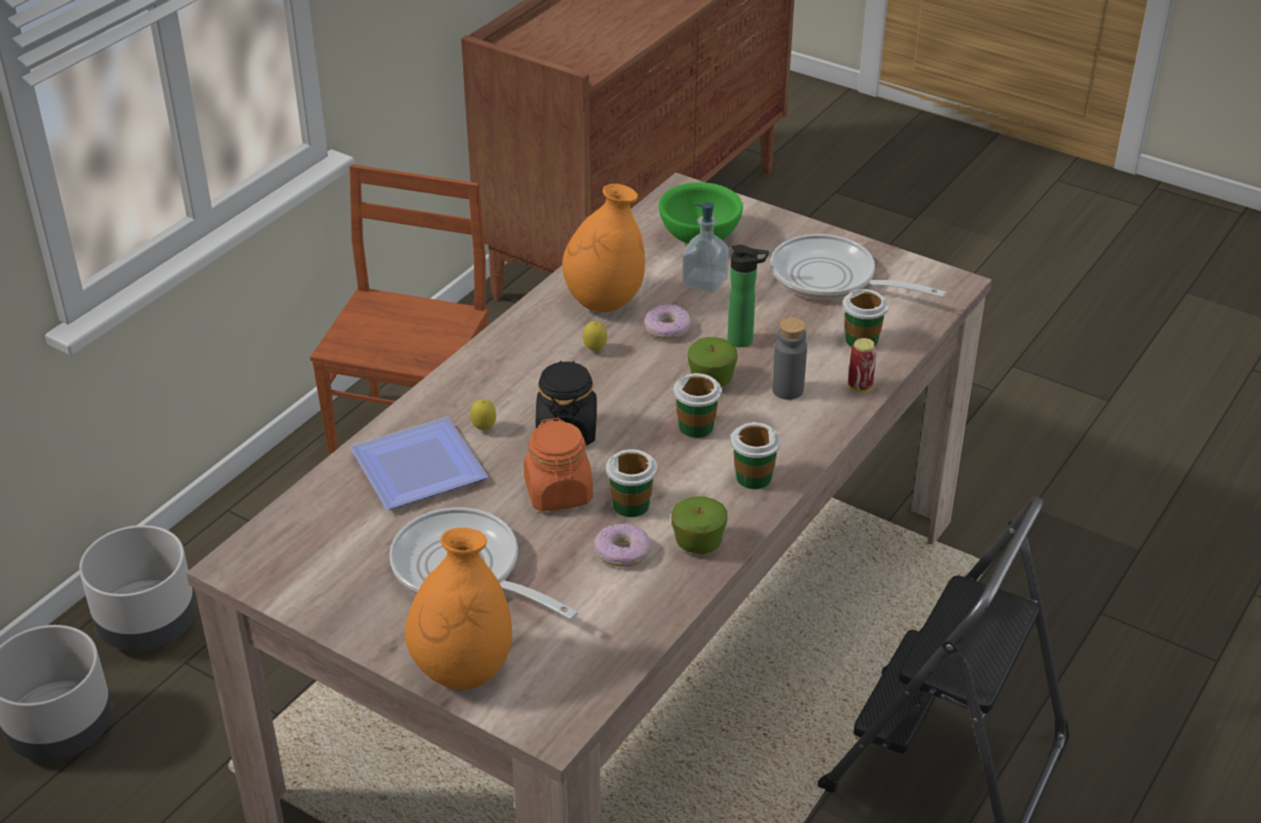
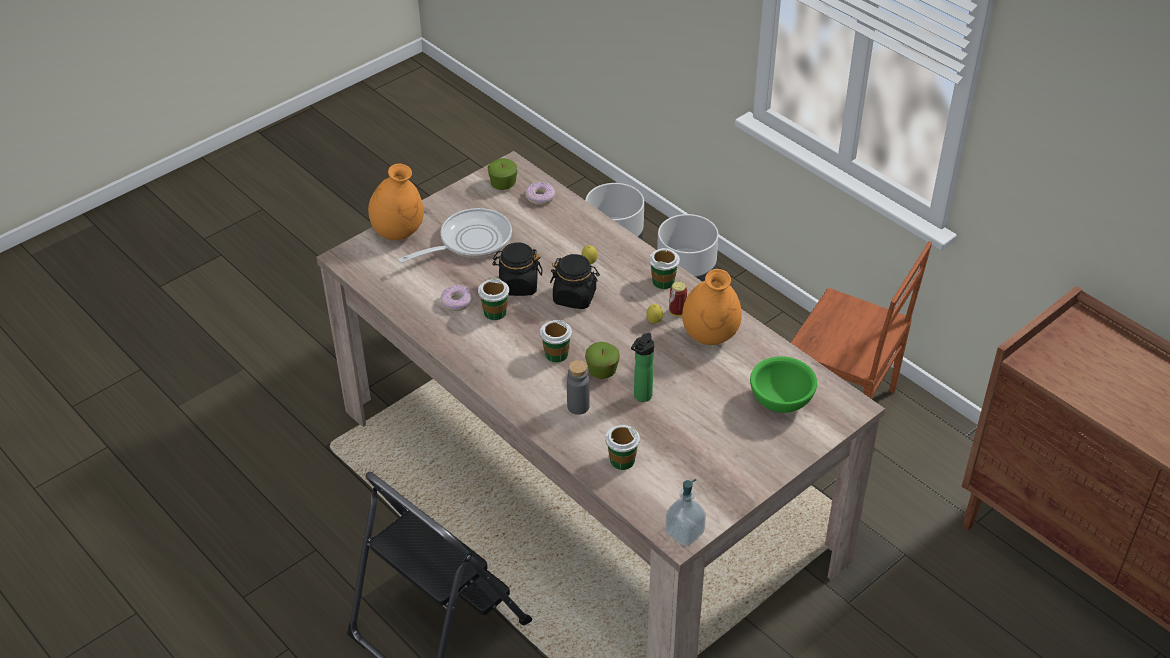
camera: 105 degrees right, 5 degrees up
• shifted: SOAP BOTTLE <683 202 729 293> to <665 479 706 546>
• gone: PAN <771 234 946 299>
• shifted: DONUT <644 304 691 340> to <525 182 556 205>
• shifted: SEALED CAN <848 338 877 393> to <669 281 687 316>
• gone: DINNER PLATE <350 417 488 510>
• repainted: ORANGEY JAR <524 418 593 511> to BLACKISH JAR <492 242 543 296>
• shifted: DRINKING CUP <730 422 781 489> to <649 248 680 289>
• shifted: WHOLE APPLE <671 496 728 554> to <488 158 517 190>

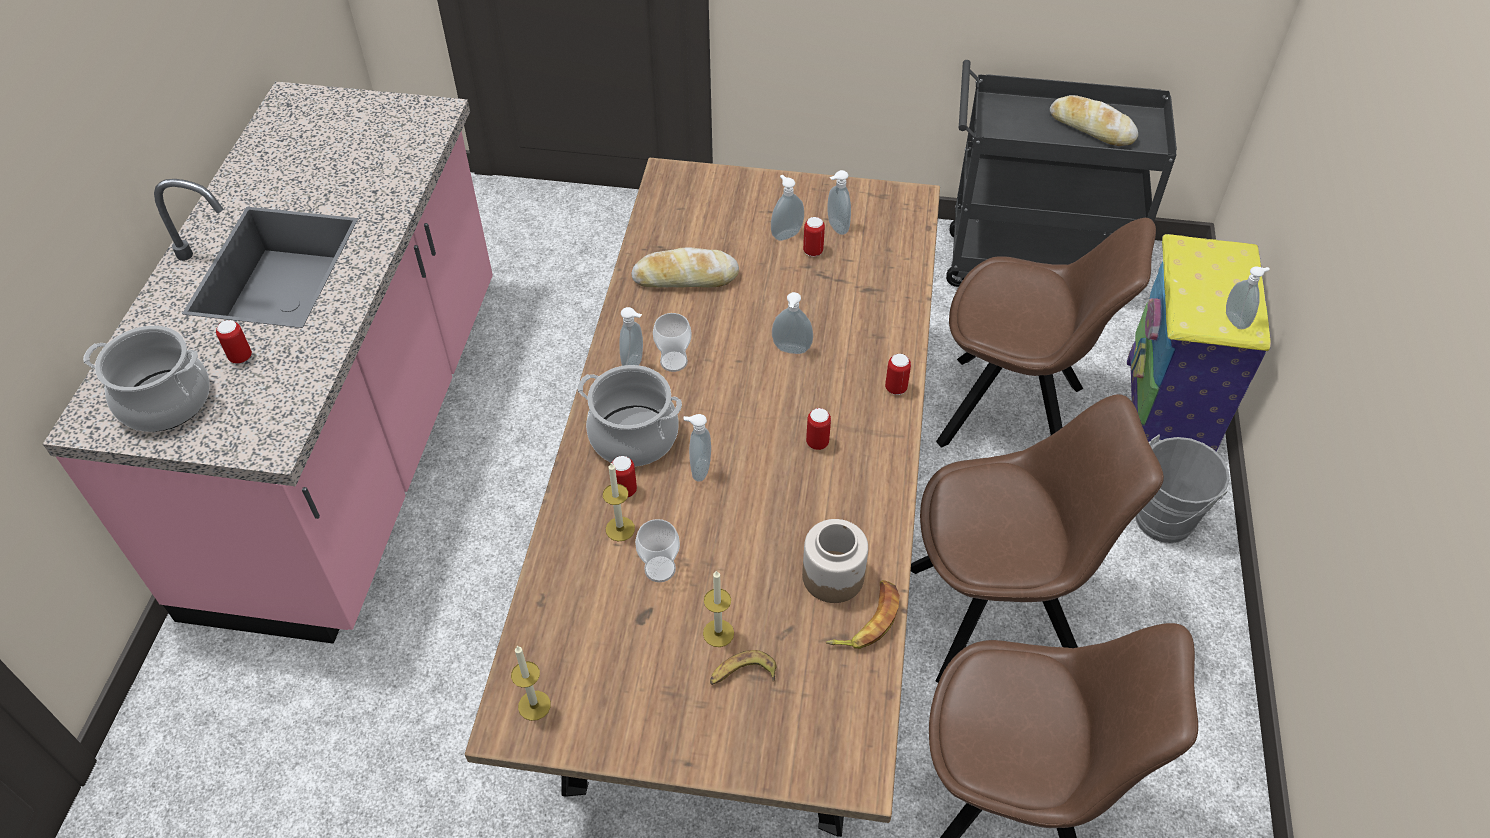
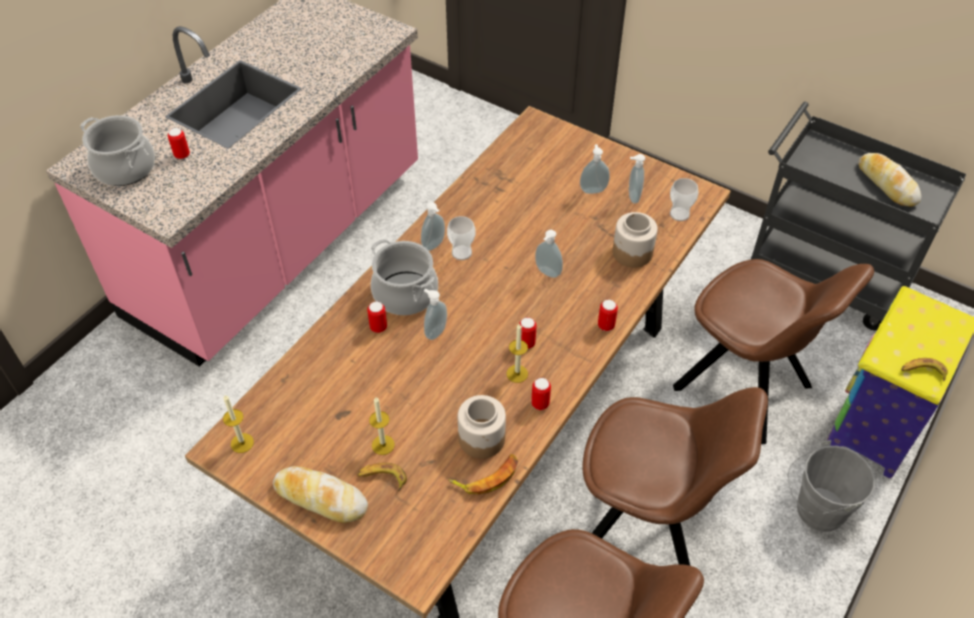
camera: 25 degrees right, 0 degrees up
• shifted: SEALED CAN <803 217 825 257> to <531 378 551 410>
• shifted: BREAD <631 248 739 288> to <273 466 368 523>
• swapped: SOAP BOTTLE <1226 267 1270 329> to BANANA <901 358 948 381>
• shifted: WAX CANDLE <603 463 635 541> to <507 324 528 383>
• shifted: DRINKING CUP <635 519 680 582> to <670 178 699 221>
• new: JAR <613 212 658 268>

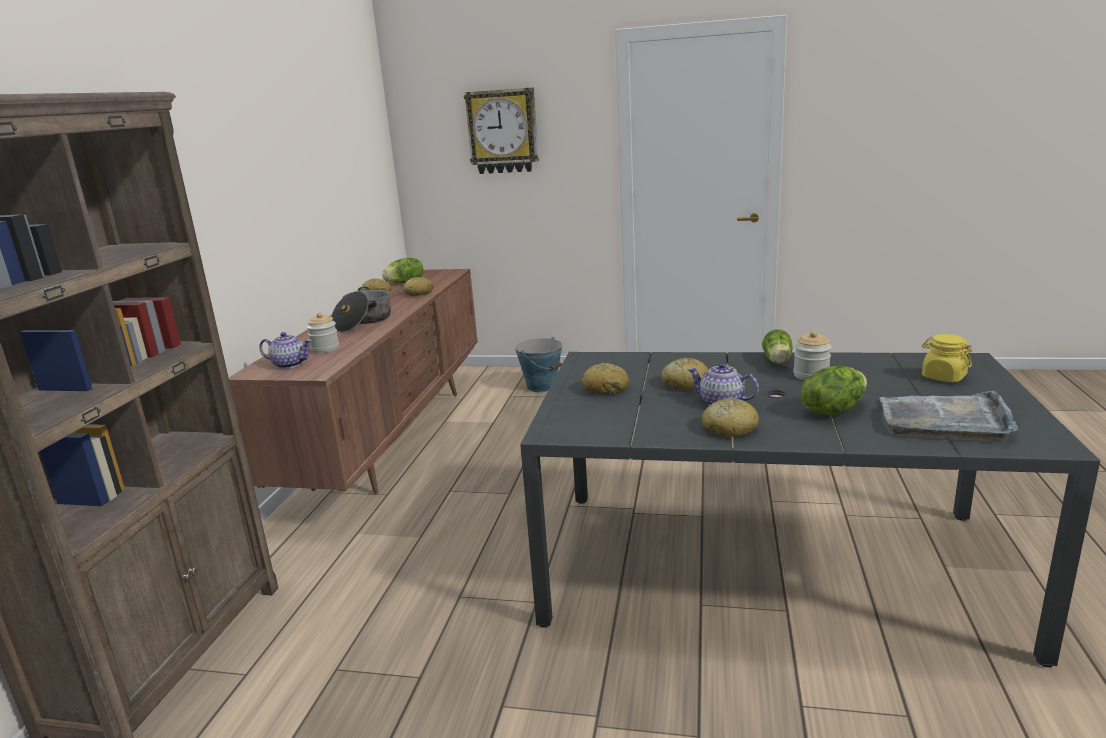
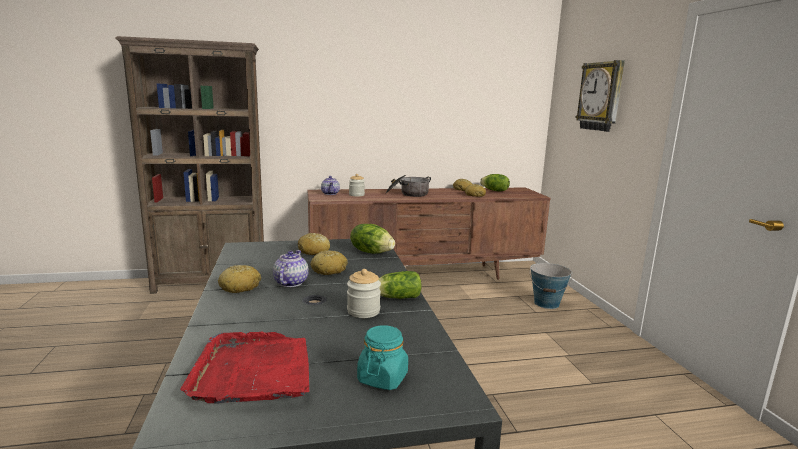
camera: 65 degrees right, 5 degrees down
• repainted: YELLOW-COLOURED JAR <922 334 972 382> to BLUE-GREEN JAR <357 325 408 390>
• shifted: LETTUCE <800 366 867 415> to <350 224 395 254>
• repainted: GRAY SERVING TRAY <879 391 1018 440> to RED-COLOURED SERVING TRAY <180 331 309 404>

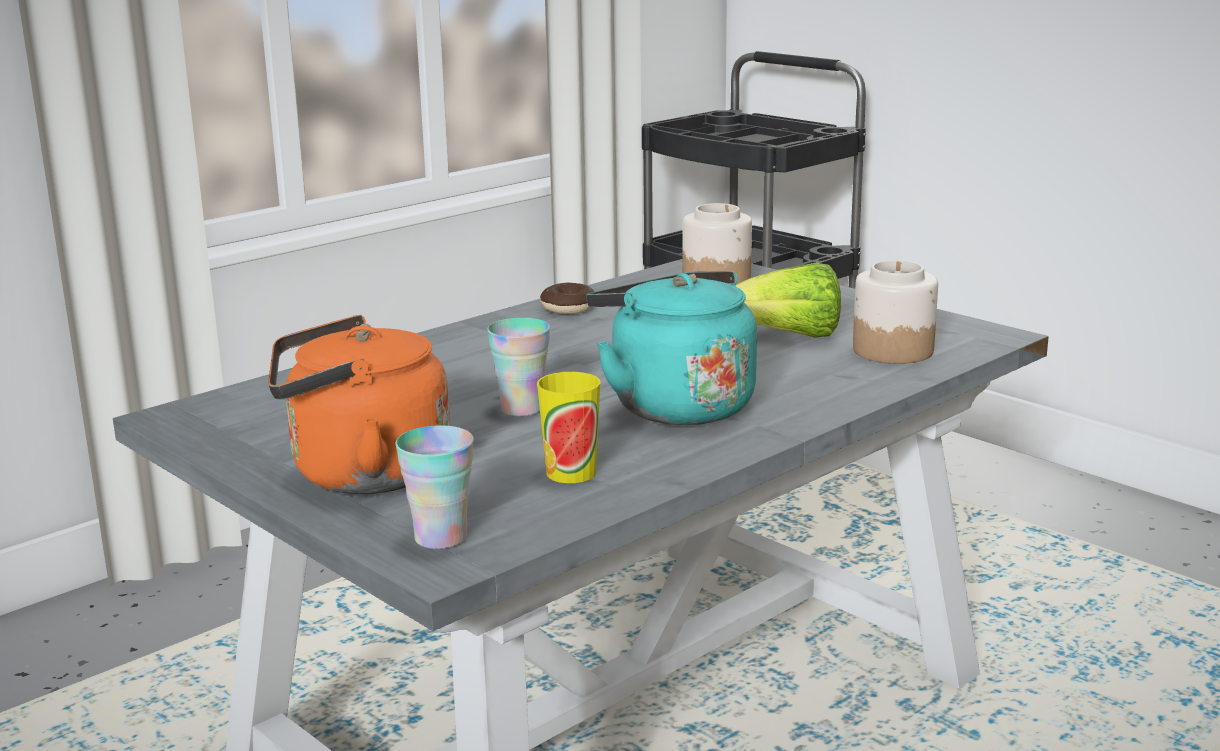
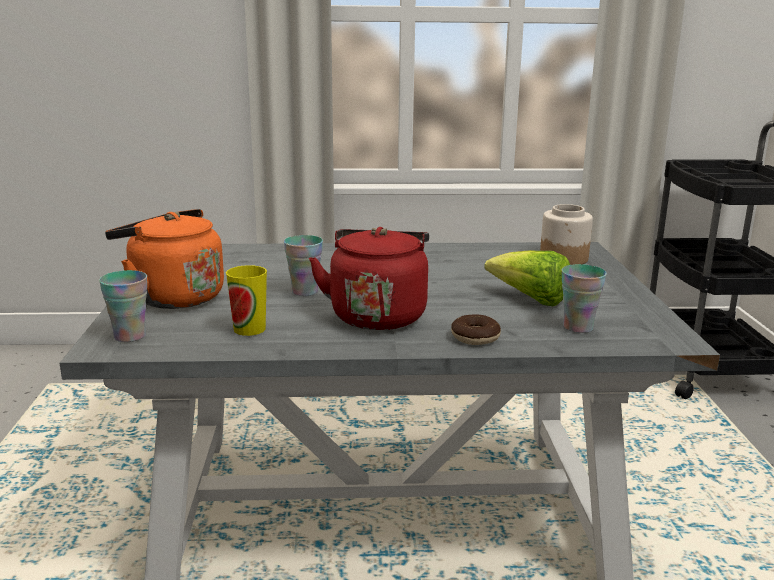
camera: 40 degrees right, 0 degrees up
• swapped: JAR <853 260 938 364> to DRINKING CUP <562 264 607 333>
• repainted: BLUE-GREEN WATER KETTLE <587 271 757 425> to RED-COLOURED WATER KETTLE <309 227 429 330>
• shifted: DONUT <540 283 595 314> to <451 314 501 345>

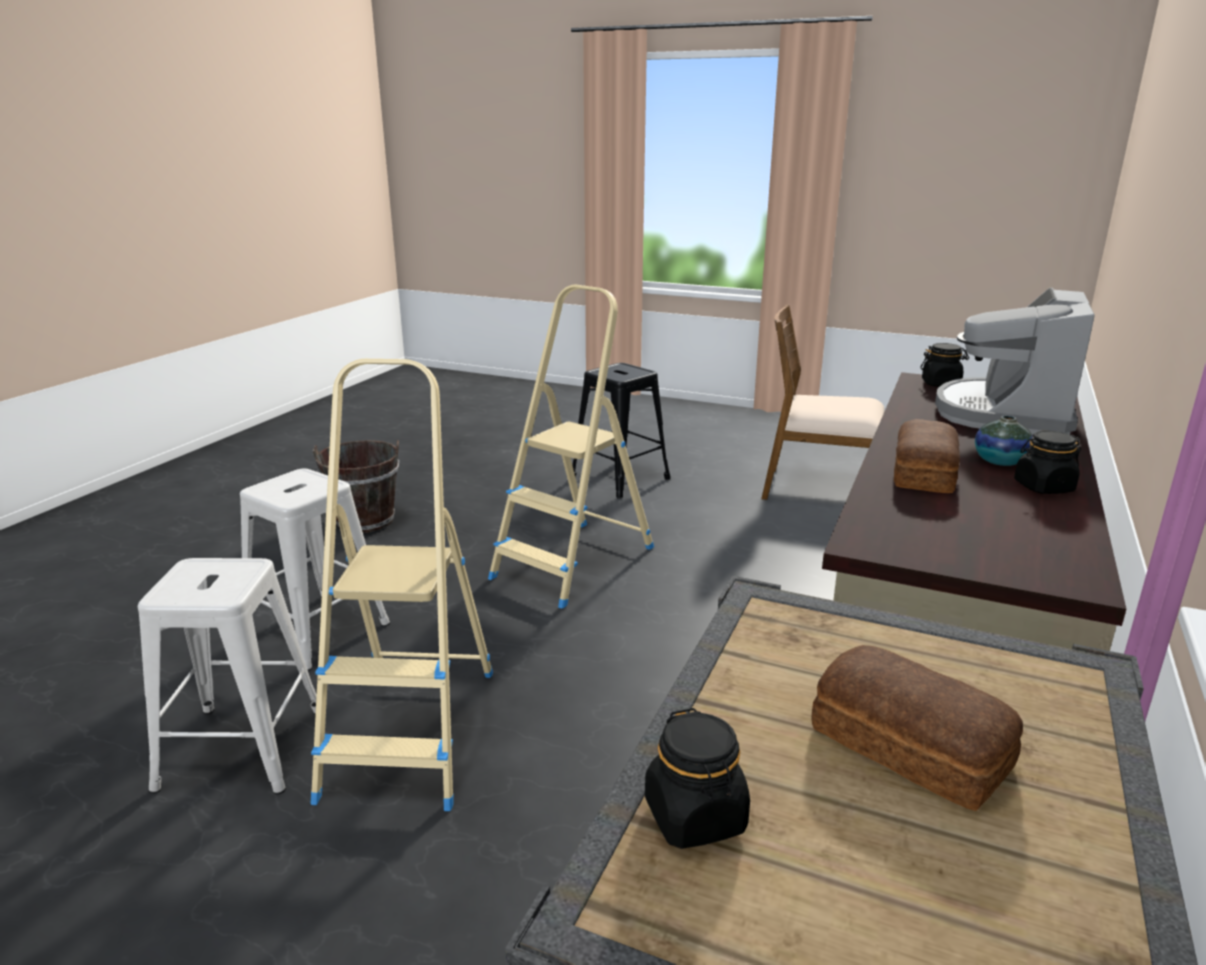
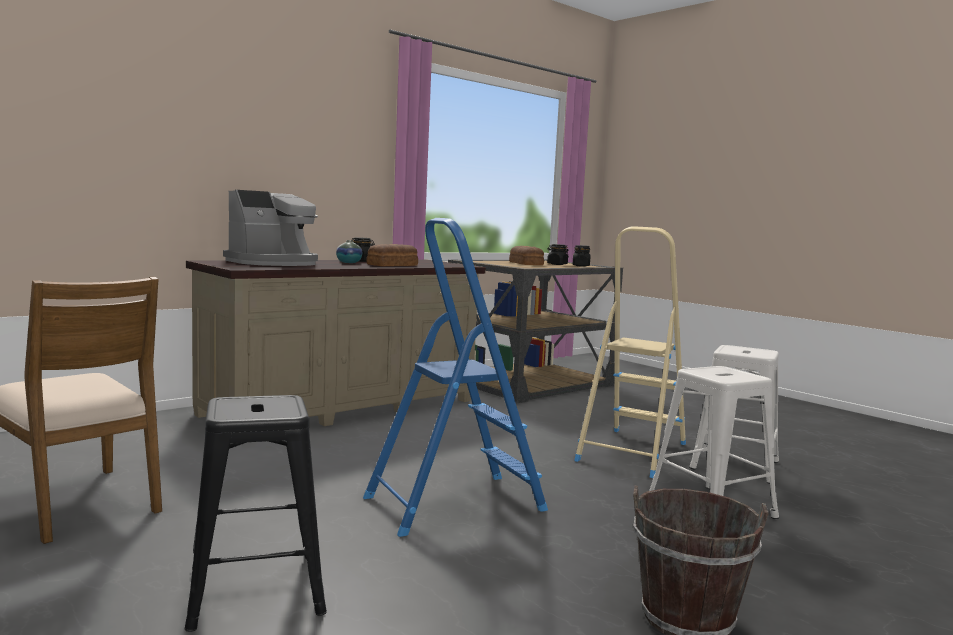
camera: 155 degrees left, 15 degrees down
• repainted: BEIGE STEP LADDER <488 285 654 609> to BLUISH STEP LADDER <363 218 548 537>
• shifted: BLACKISH JAR <920 343 969 387> to <547 244 569 265>

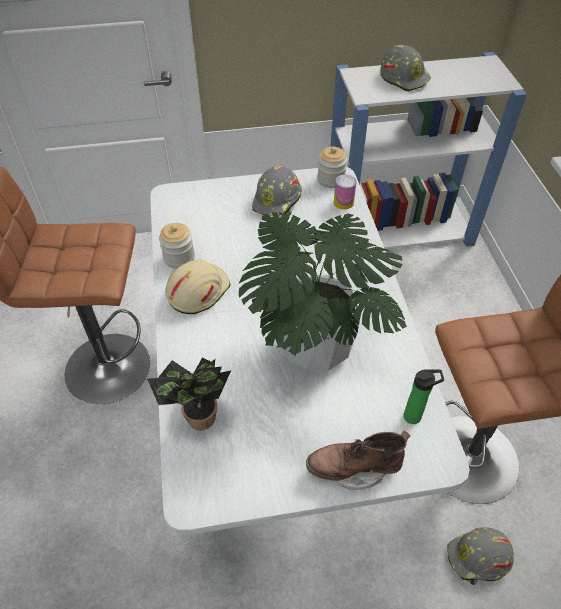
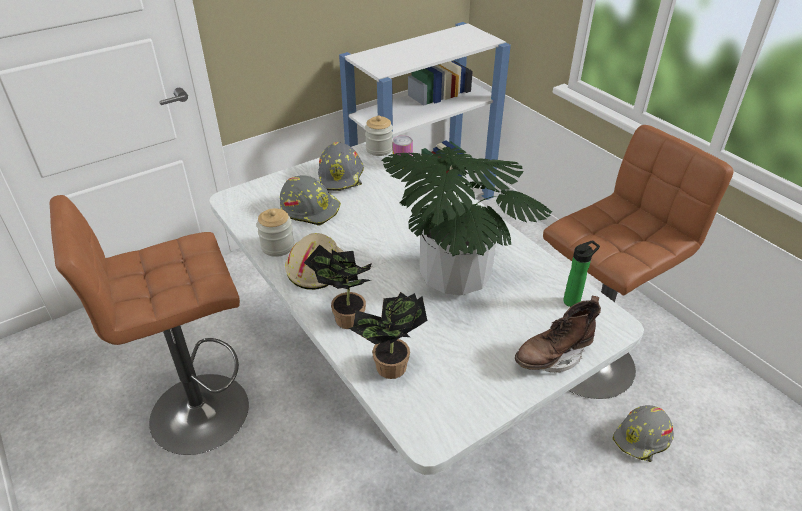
camera: 25 degrees left, 10 degrees down
• shifted: GRAY HARD HAT <380 45 431 92> to <280 175 341 226>
• new: HOUSEPLANT <304 245 373 329>

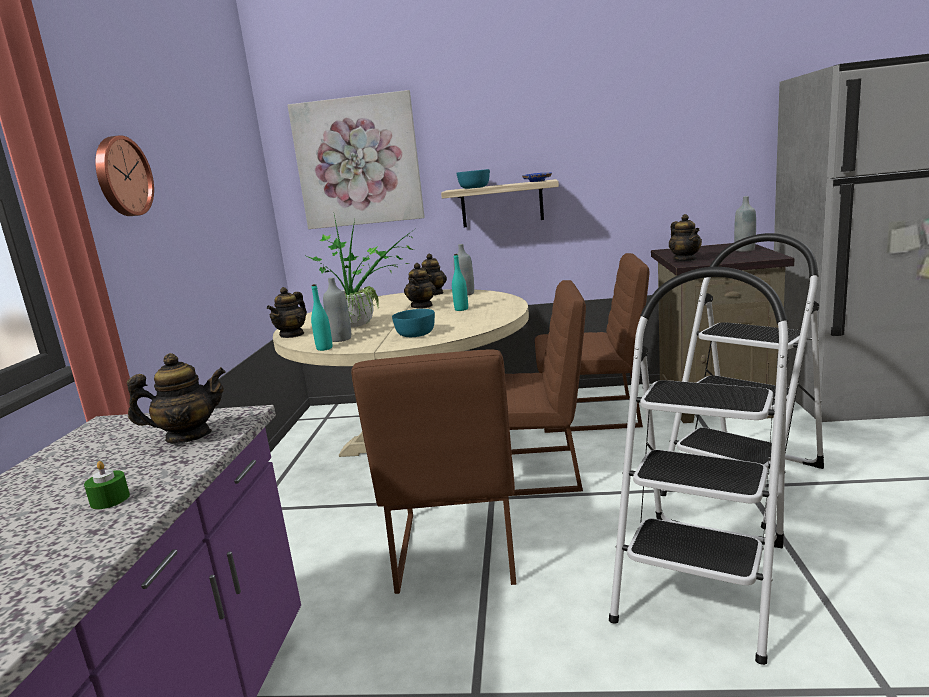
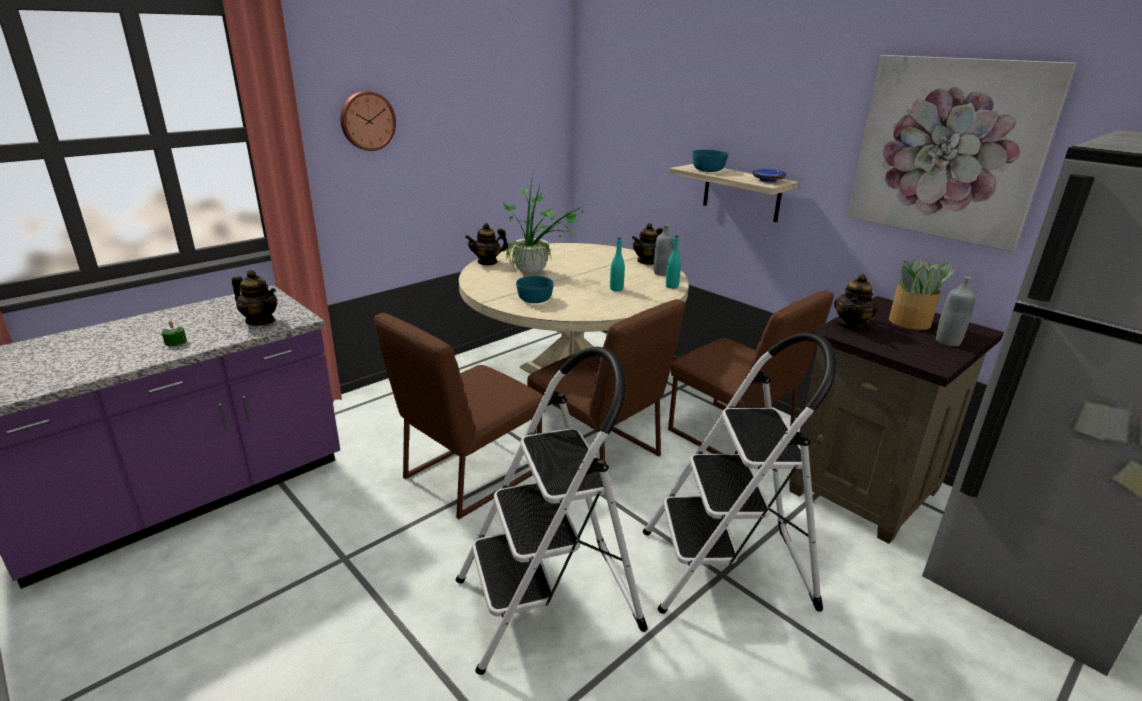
camera: 40 degrees right, 10 degrees up
• shifted: WALL PICTURE <287 90 425 229> to <847 55 1077 252>
• gone: TEAPOT <404 263 436 308>
• gone: GRAY DRINK BOTTLE <323 277 351 342>
• shifted: BLUE-GREEN DRINK BOTTLE <311 284 332 351> to <666 236 681 289>
• new: HOUSEPLANT <889 258 956 330>

